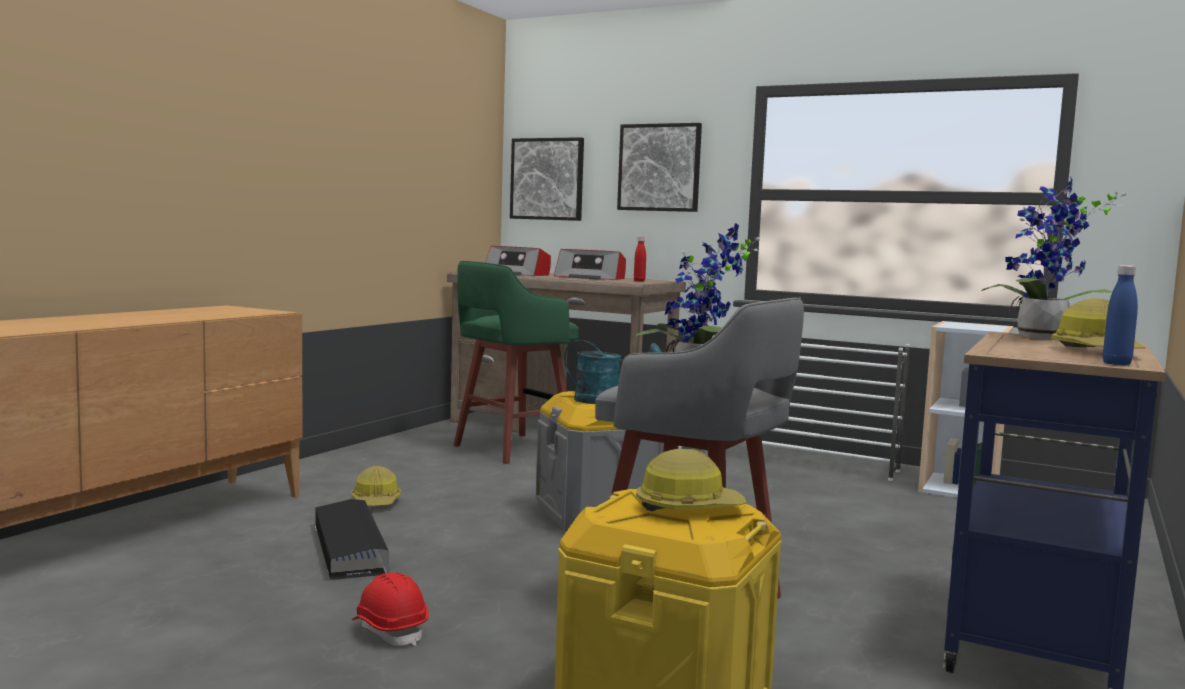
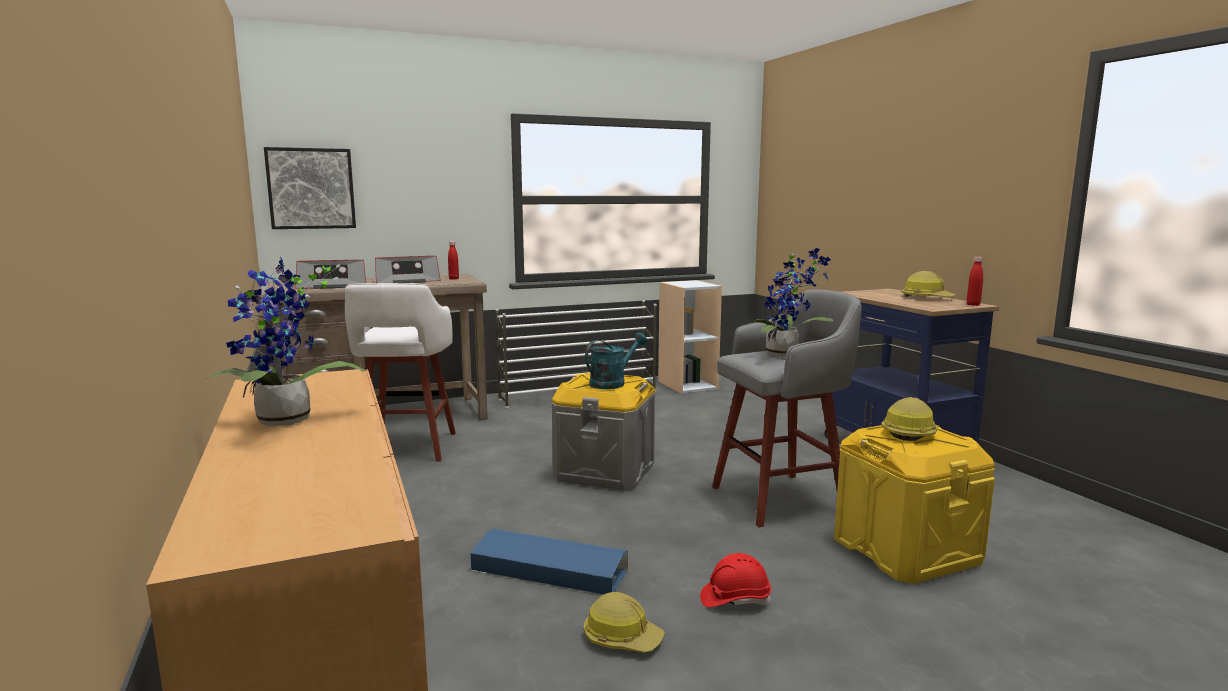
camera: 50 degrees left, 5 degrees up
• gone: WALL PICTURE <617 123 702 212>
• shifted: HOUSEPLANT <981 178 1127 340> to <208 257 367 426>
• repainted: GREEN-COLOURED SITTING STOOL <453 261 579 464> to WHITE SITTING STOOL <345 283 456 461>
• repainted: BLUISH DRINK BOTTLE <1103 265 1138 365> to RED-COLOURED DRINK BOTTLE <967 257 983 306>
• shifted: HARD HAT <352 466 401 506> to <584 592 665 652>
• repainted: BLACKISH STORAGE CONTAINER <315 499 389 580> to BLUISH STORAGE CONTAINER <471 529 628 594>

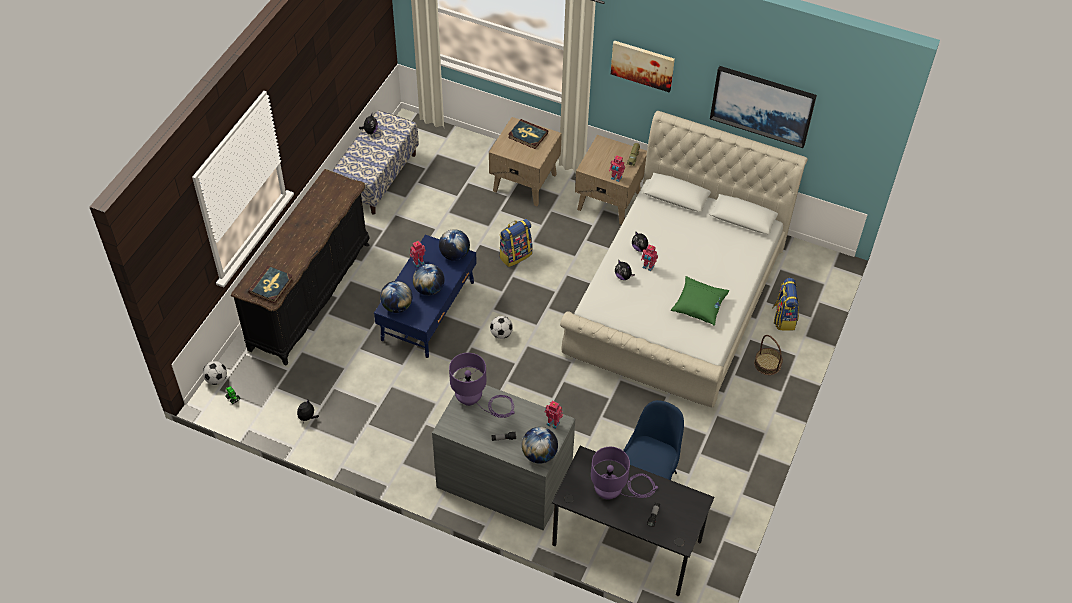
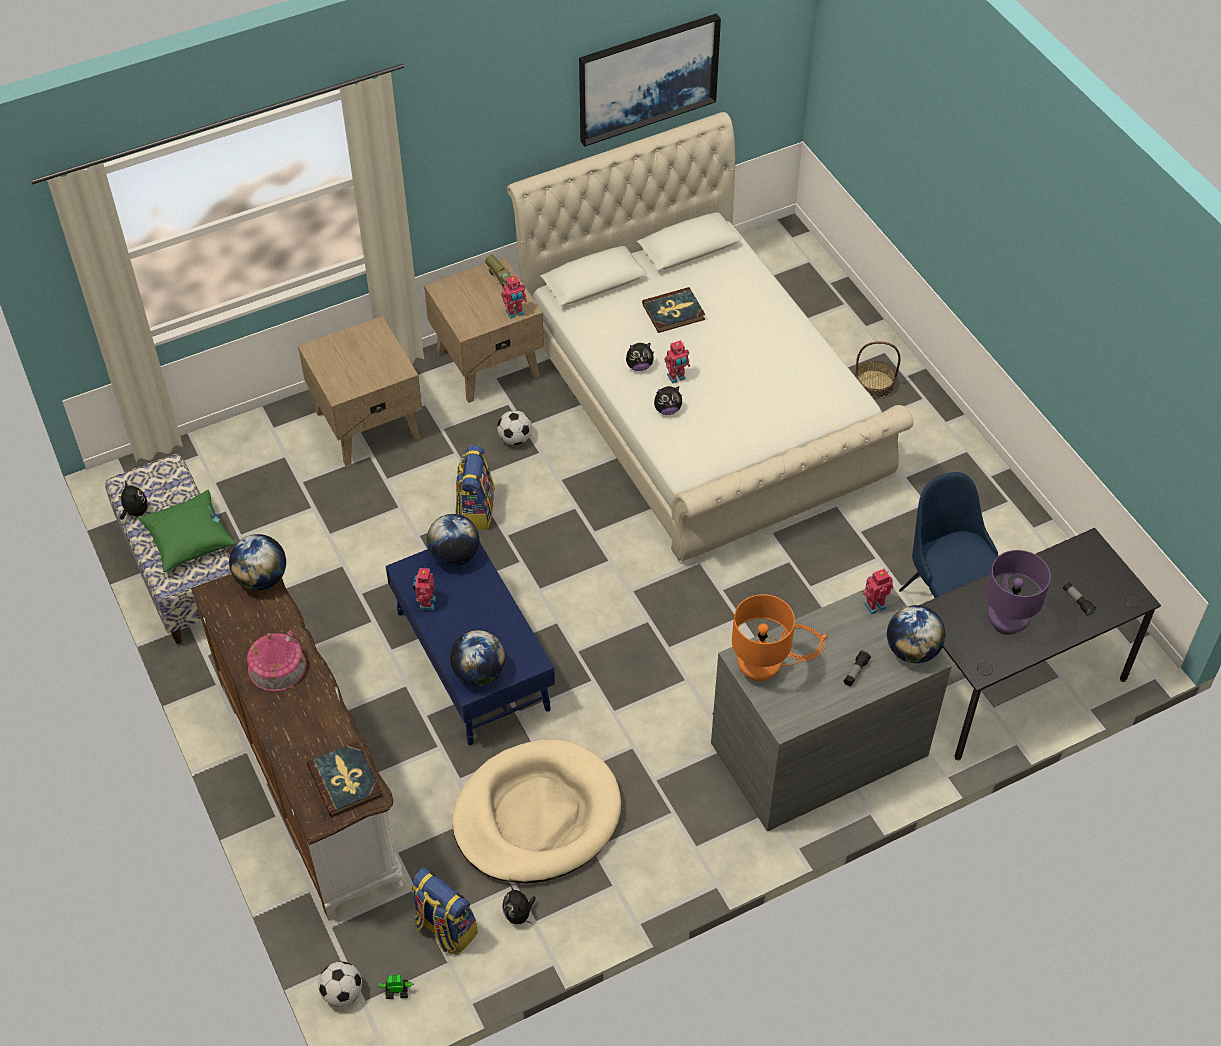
camera: 50 degrees left, 0 degrees up
• gone: WALL PICTURE <611 40 675 92>
• shifted: BOOK <508 119 548 149> to <642 287 705 333>
• repainted: BLACKISH STORAGE CABINET <231 169 369 365> to WHITE STORAGE CABINET <191 574 403 921>
• shifted: WORLD GLOBE <413 264 444 296> to <229 534 286 590>
• shifted: GREEN-COLOURED THROW PILLOW <671 276 729 326> to <138 490 236 572>
• shifted: RUCKSACK <772 278 799 331> to <411 868 478 955>
• shifted: FOOTBALL <490 316 513 339> to <497 410 532 445>
• repainted: PURPLE-COLOURED LAMP FOR A TABLE <449 353 514 418> to ORANGEY LAMP FOR A TABLE <732 594 827 682>
• new: MINIATURE HOUSE <247 630 307 692>
• new: BEIGE DOG BED <452 739 621 884>

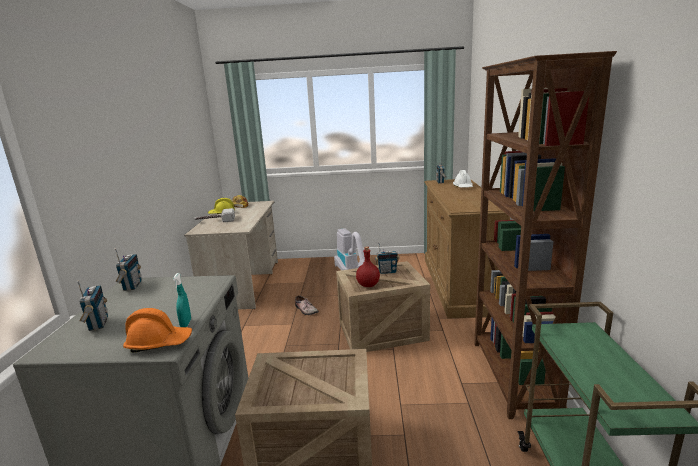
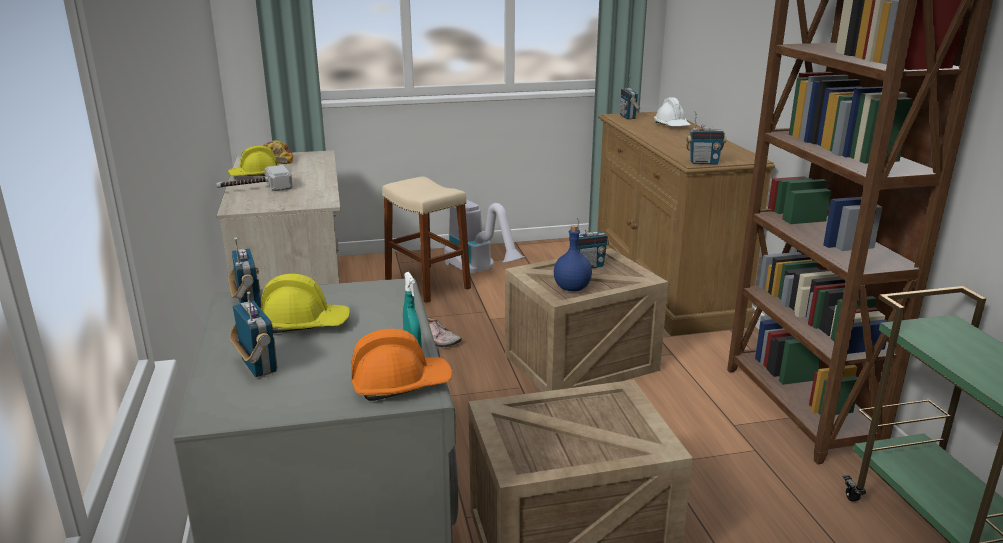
camera: 15 degrees left, 5 degrees up
• repainted: RED-COLOURED DRINK BOTTLE <356 246 380 287> to BLUISH DRINK BOTTLE <554 225 592 291>
• new: RADIO SET <687 111 726 164>
• new: BEIGE SITTING STOOL <382 176 471 303>
• new: YELLOW-COLOURED HARD HAT <261 274 350 333>

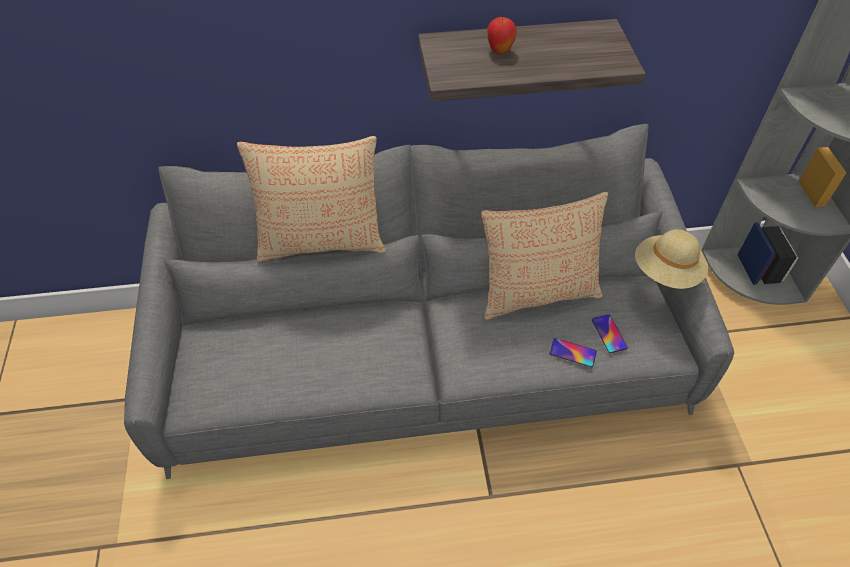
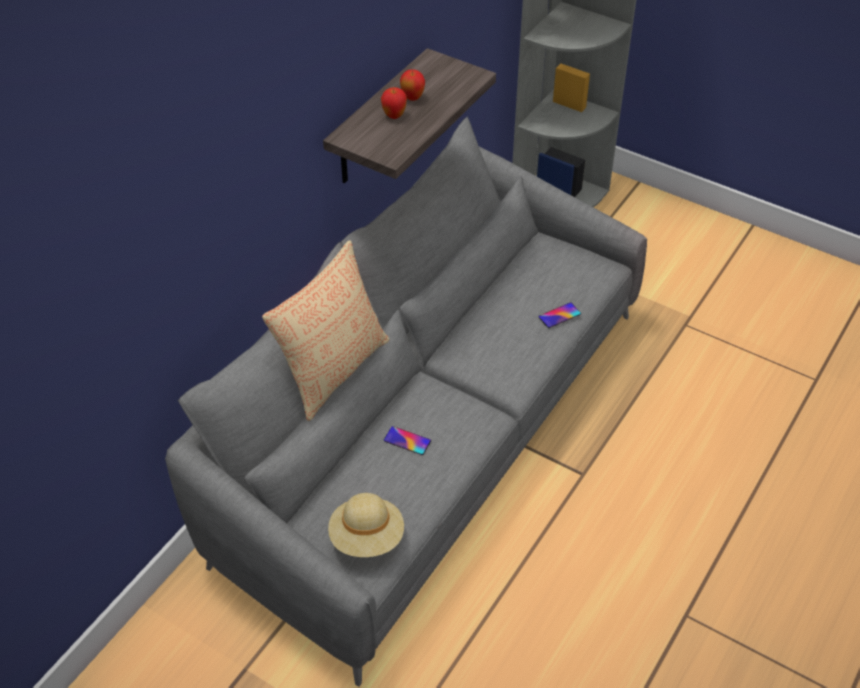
camera: 50 degrees left, 5 degrees down
• gone: BEIGE THROW PILLOW <481 192 608 320>
• shifted: BEIGE CLOTHING HAT <635 229 708 289> to <328 493 404 557>
• shifted: TELEPHONE <592 314 628 353> to <384 426 431 455>
• new: WHOLE APPLE <400 69 425 101>

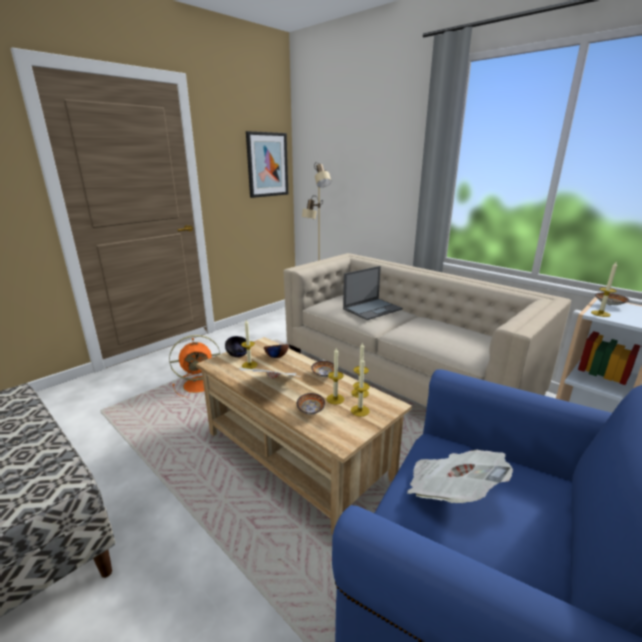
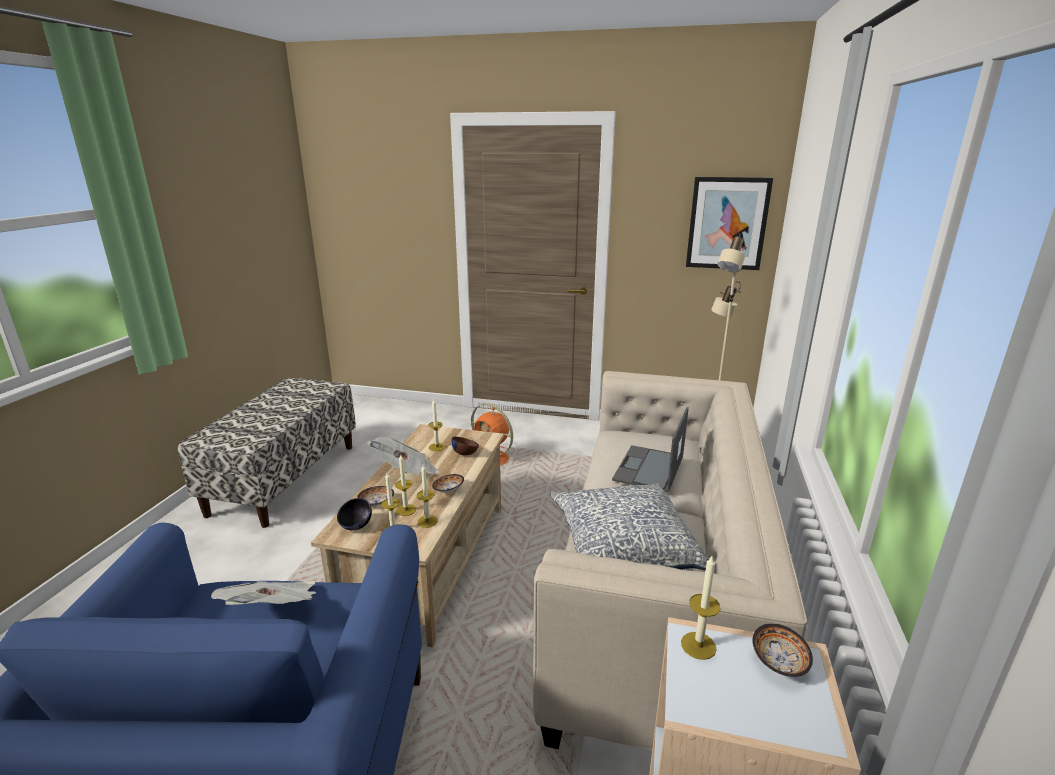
camera: 60 degrees right, 0 degrees up
• rotated: NOTEBOOK COMPUTER <343 266 403 320> = <612 407 689 493> 90 degrees clockwise
• shifted: BLACKISH DEEP DISH <225 336 247 357> to <337 498 372 530>
• new: THROW PILLOW <550 483 709 571>

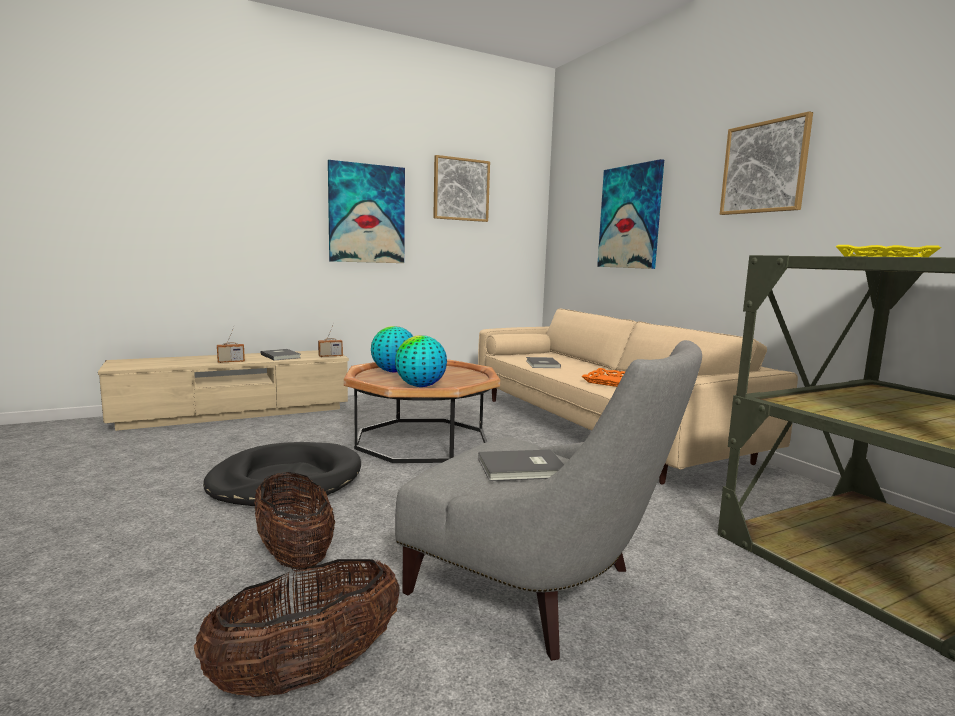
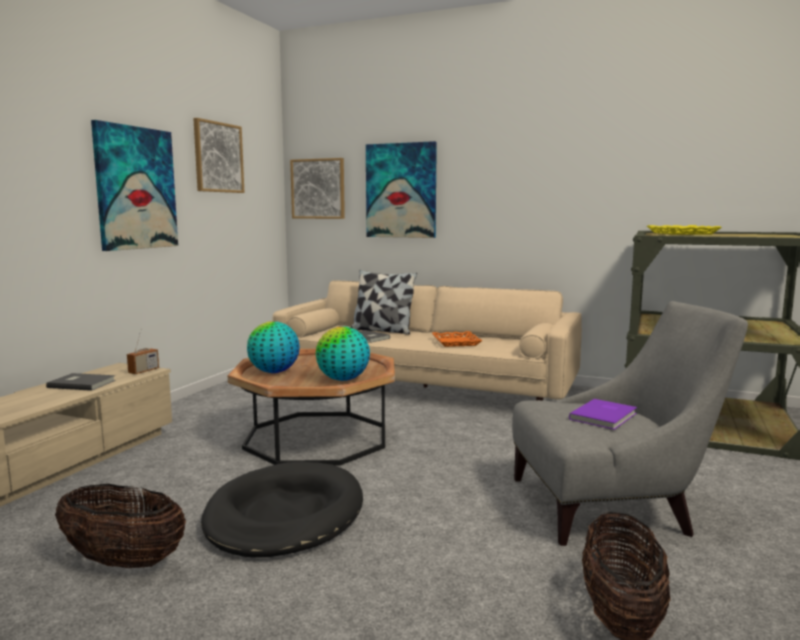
camera: 40 degrees left, 0 degrees up
• shifted: WALL PICTURE <720 111 813 215> to <290 158 345 219>
• gone: RADIO SET <217 325 245 363>
• repainted: GRAY BOOK <478 450 564 481> to PURPLE-COLOURED BOOK <569 399 637 430>
• shifted: HOUSEHOLD BASKET <254 472 335 571> to <55 484 186 568>
• new: THROW PILLOW <351 270 417 335>

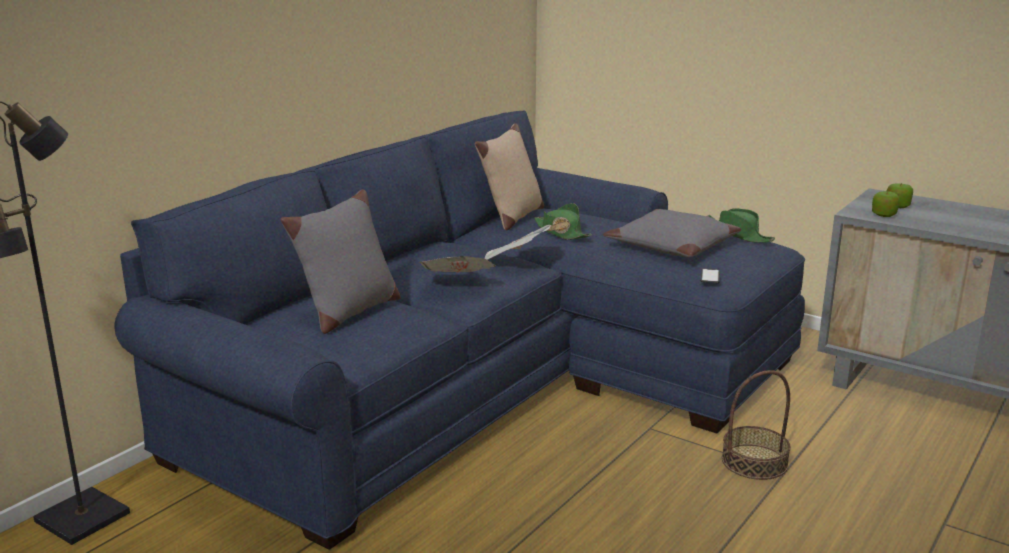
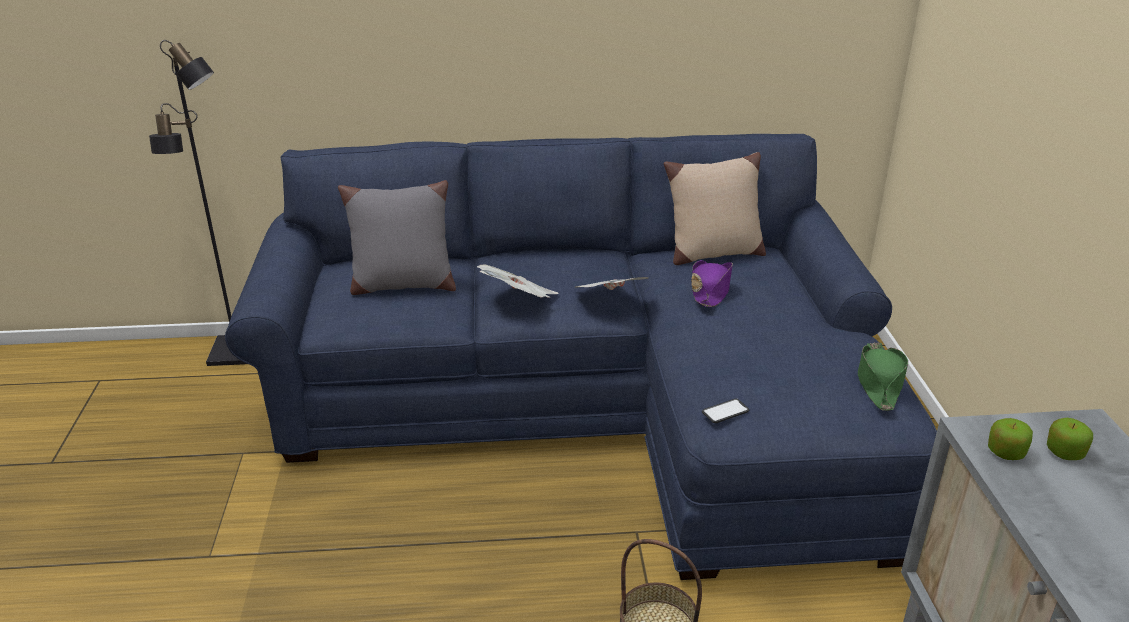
camera: 50 degrees right, 10 degrees up
• repainted: GREEN-COLOURED CLOTHING HAT <534 203 592 240> to PURPLE-COLOURED CLOTHING HAT <691 260 733 307>
• gone: GRAY THROW PILLOW <603 209 741 257>

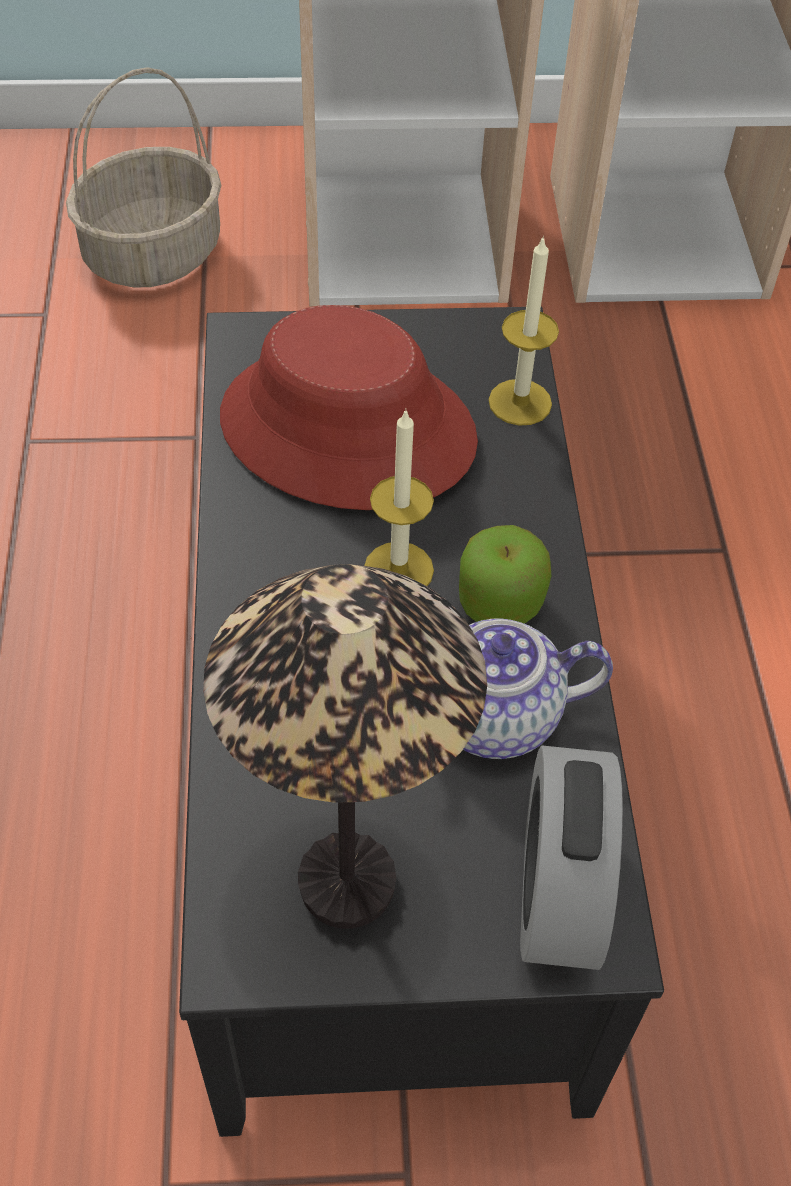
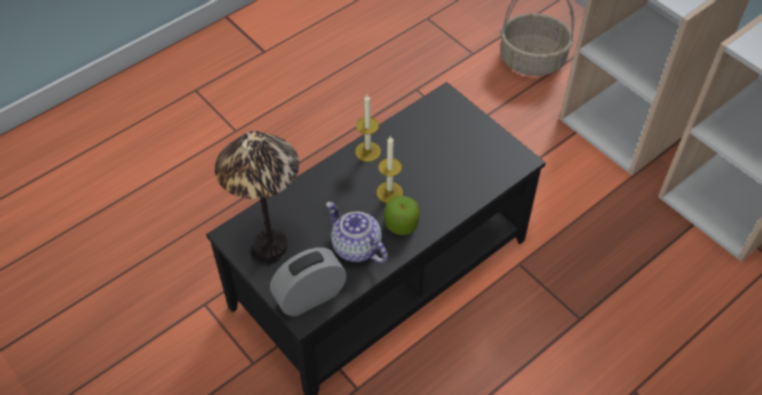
camera: 55 degrees right, 0 degrees up
• shifted: WAX CANDLE <489 235 559 426> to <355 94 381 162>
• gone: RED-COLOURED CLOTHING HAT <220 305 478 510>

